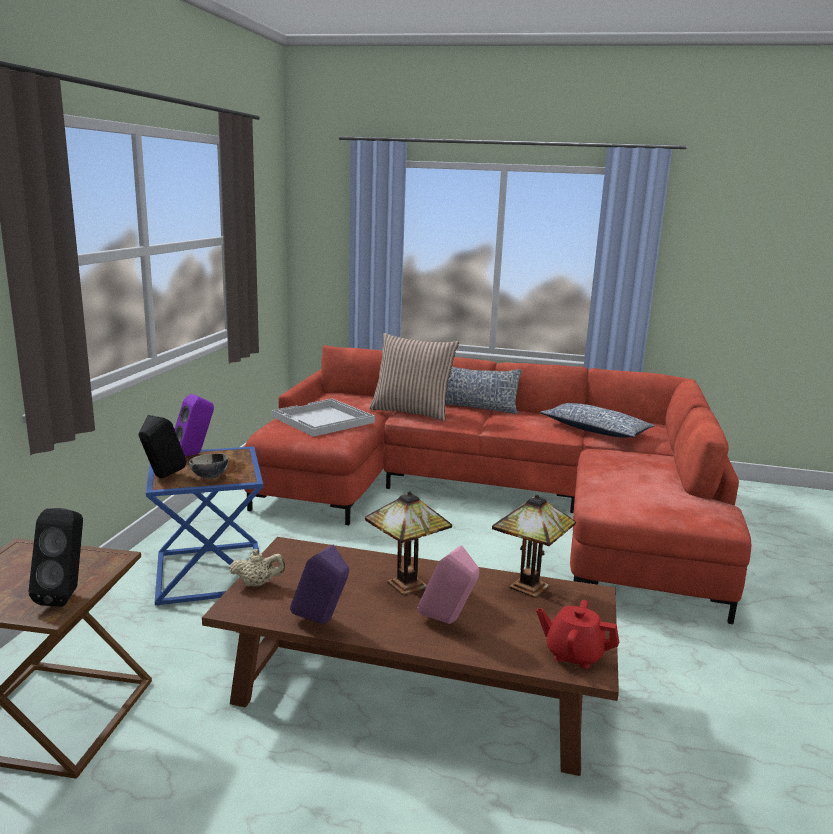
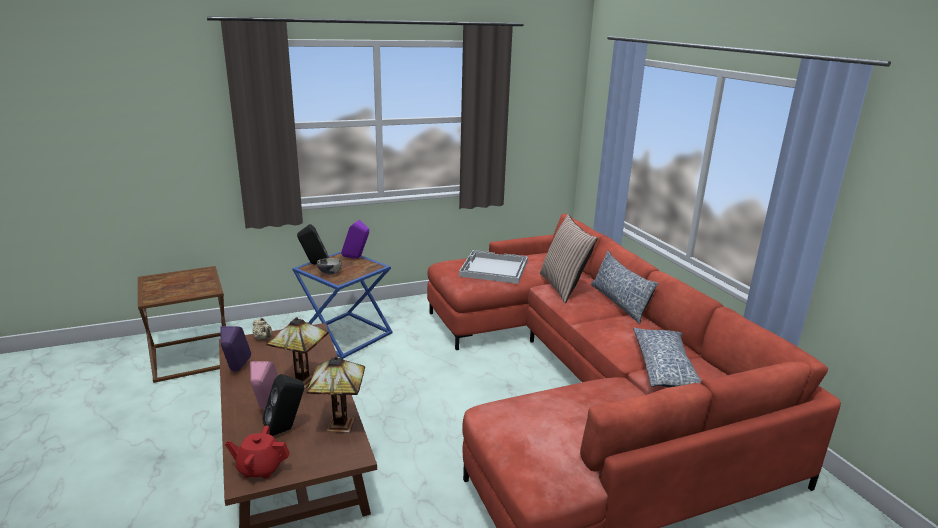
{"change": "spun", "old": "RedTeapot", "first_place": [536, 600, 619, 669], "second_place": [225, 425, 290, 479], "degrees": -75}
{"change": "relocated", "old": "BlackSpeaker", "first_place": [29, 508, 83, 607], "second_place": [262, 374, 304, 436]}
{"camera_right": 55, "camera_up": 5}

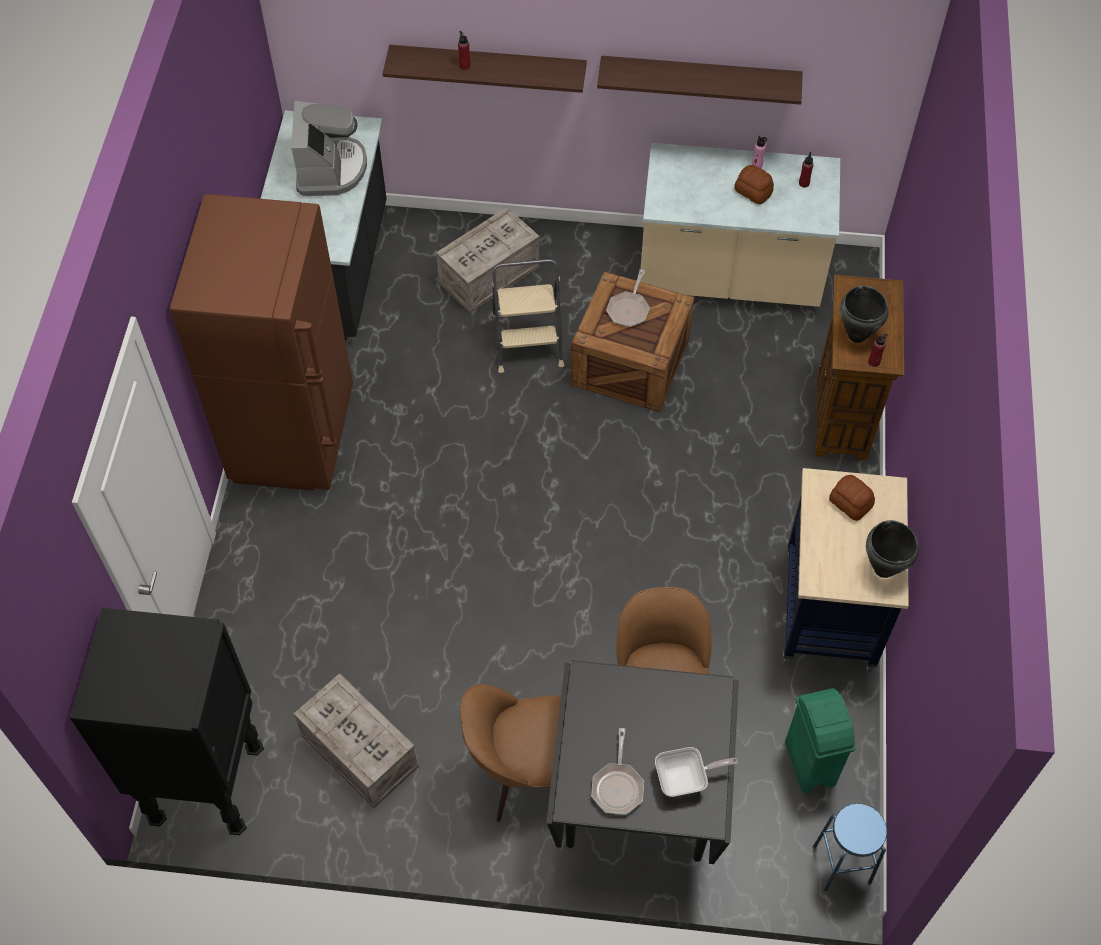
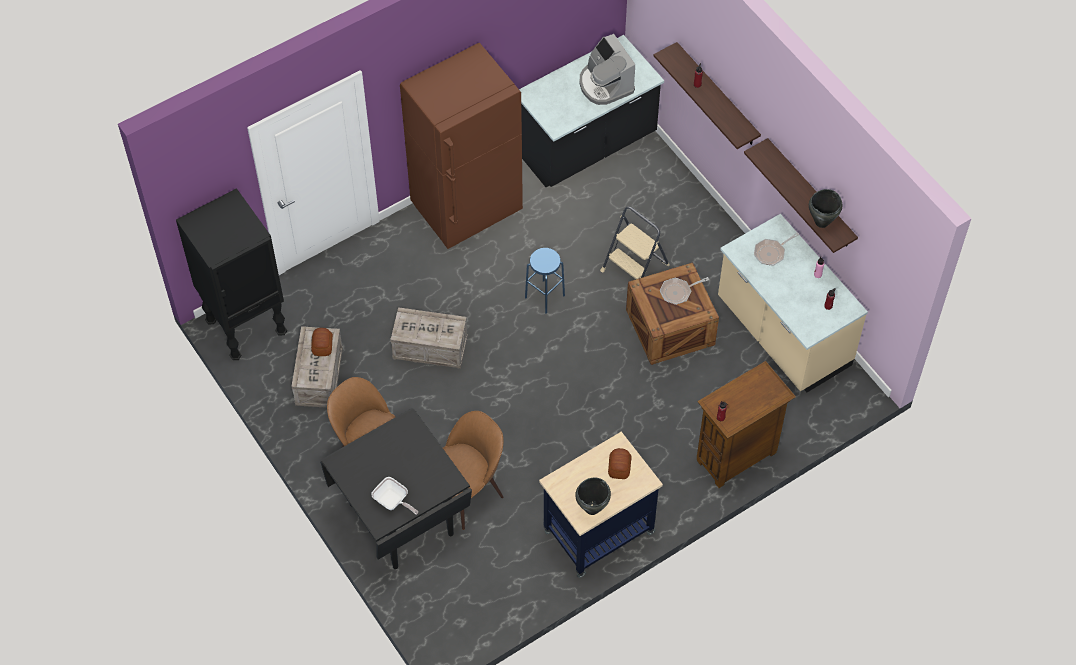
{"change": "relocated", "old": "Bread", "first_place": [734, 165, 774, 204], "second_place": [311, 328, 333, 356]}
{"change": "relocated", "old": "Crate", "first_place": [436, 207, 540, 314], "second_place": [390, 307, 468, 369]}
{"change": "relocated", "old": "BlueStool", "first_place": [813, 804, 887, 892], "second_place": [525, 248, 565, 314]}
{"change": "spun", "old": "CoffeeMachine", "first_place": [291, 101, 367, 196], "second_place": [580, 34, 635, 105], "degrees": 105}
{"change": "relocated", "old": "FryingPan", "first_place": [591, 728, 644, 815], "second_place": [754, 232, 800, 266]}
{"change": "relocated", "old": "BlackCookingPot", "first_place": [840, 286, 889, 343], "second_place": [809, 189, 842, 228]}
{"change": "missing", "old": "GreenTrashCan", "first_place": [785, 688, 856, 794]}
{"camera_right": 50, "camera_up": 0}

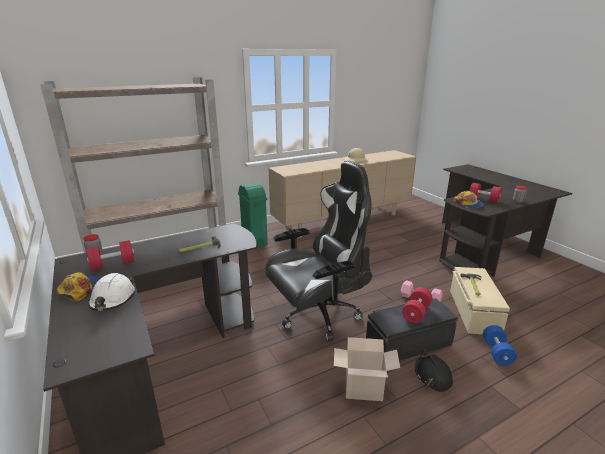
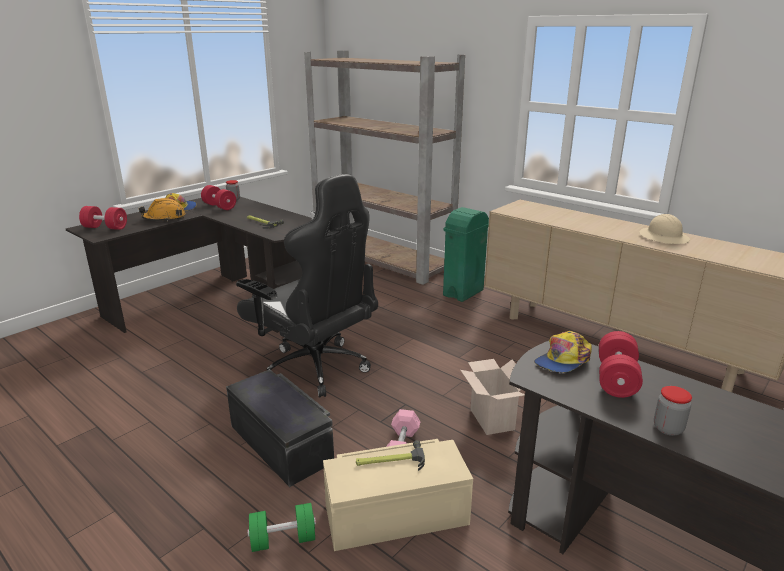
{"change": "relocated", "old": "RedDumbbell", "first_place": [402, 287, 432, 323], "second_place": [79, 206, 127, 230]}
{"change": "colour", "old": "WhiteHardHat", "new": "OrangeHardHat", "first_place": [88, 273, 135, 311], "second_place": [139, 198, 186, 222]}
{"change": "colour", "old": "BlueDumbbell", "new": "GreenDumbbell", "first_place": [483, 325, 517, 365], "second_place": [247, 503, 316, 552]}
{"change": "relocated", "old": "CardboardBox", "first_place": [334, 337, 400, 401], "second_place": [460, 359, 525, 435]}
{"change": "missing", "old": "BlackHardHat", "first_place": [415, 349, 453, 392]}
{"camera_right": 70, "camera_up": 0}

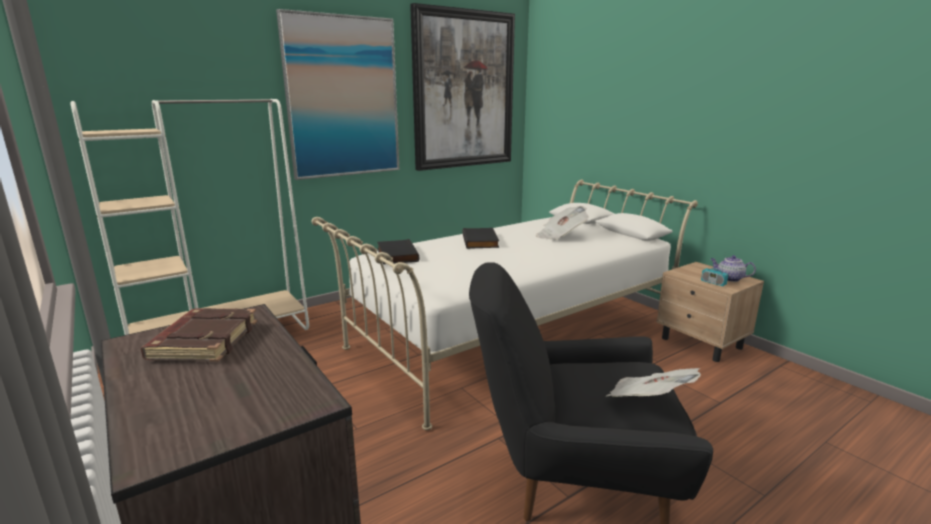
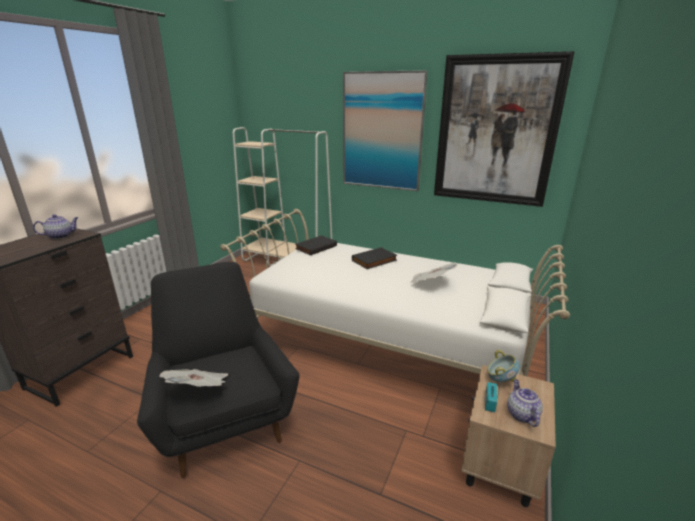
{"change": "exchanged", "old": "BrownBook", "new": "Teapot", "first_place": [141, 308, 257, 362], "second_place": [33, 214, 79, 239]}
{"change": "appeared", "new": "Bowl", "second_place": [487, 350, 520, 382]}
{"camera_right": 60, "camera_up": 5}

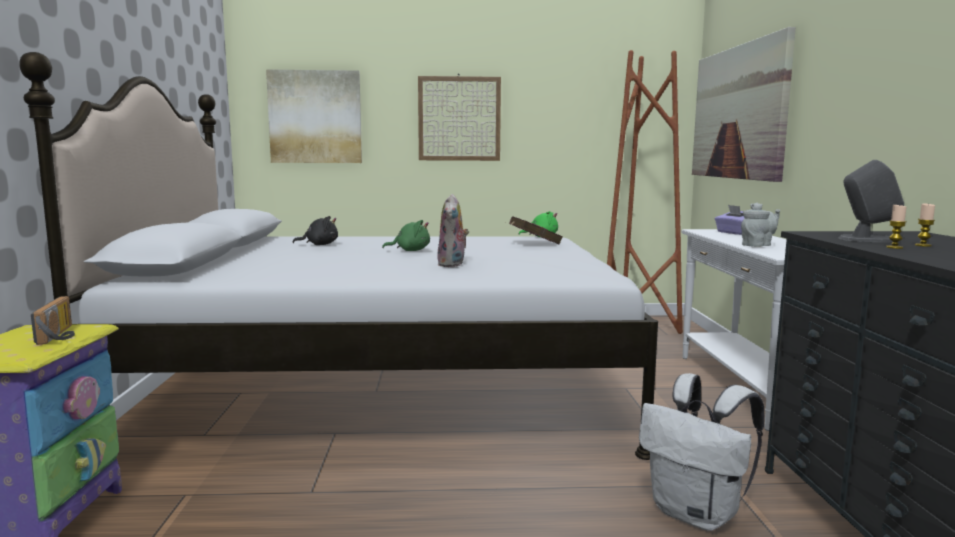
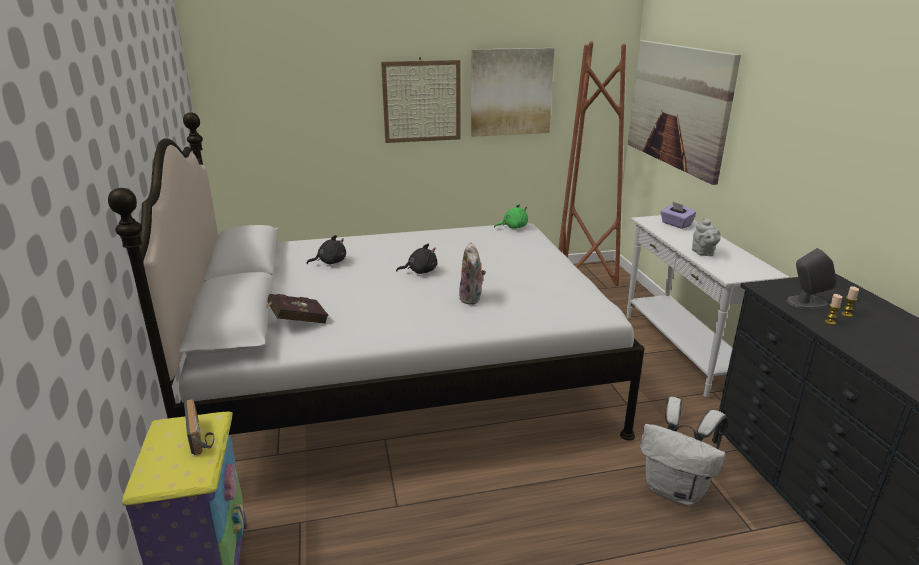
{"change": "relocated", "old": "RedBook", "first_place": [508, 216, 563, 245], "second_place": [266, 294, 328, 324]}
{"change": "colour", "old": "GreenPlushToy", "new": "BlackPlushToy", "first_place": [382, 220, 430, 251], "second_place": [396, 243, 437, 274]}
{"change": "relocated", "old": "Picture", "first_place": [266, 69, 362, 163], "second_place": [471, 48, 555, 137]}
{"change": "spun", "old": "GreyTeapot", "first_place": [741, 203, 780, 247], "second_place": [692, 218, 720, 256], "degrees": 120}
{"camera_right": -10, "camera_up": 15}

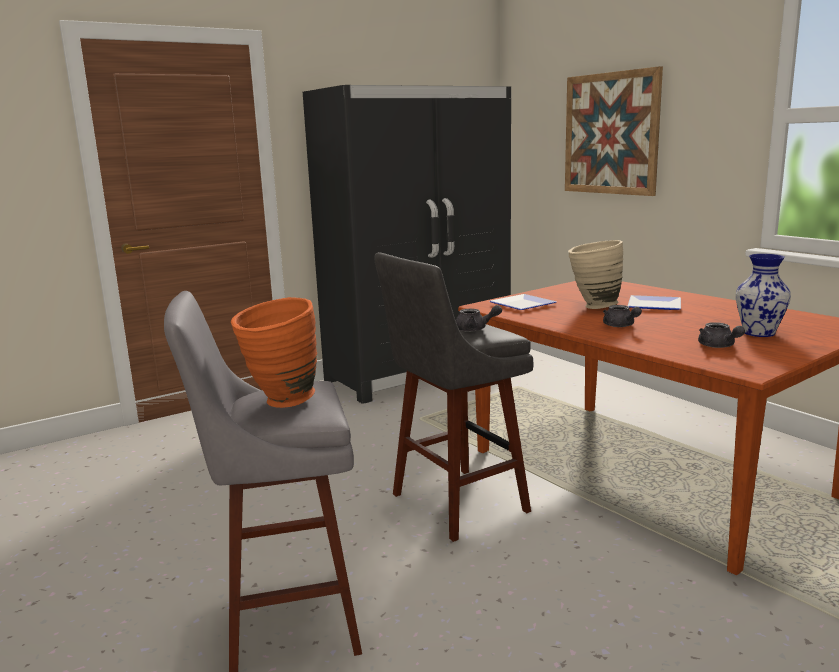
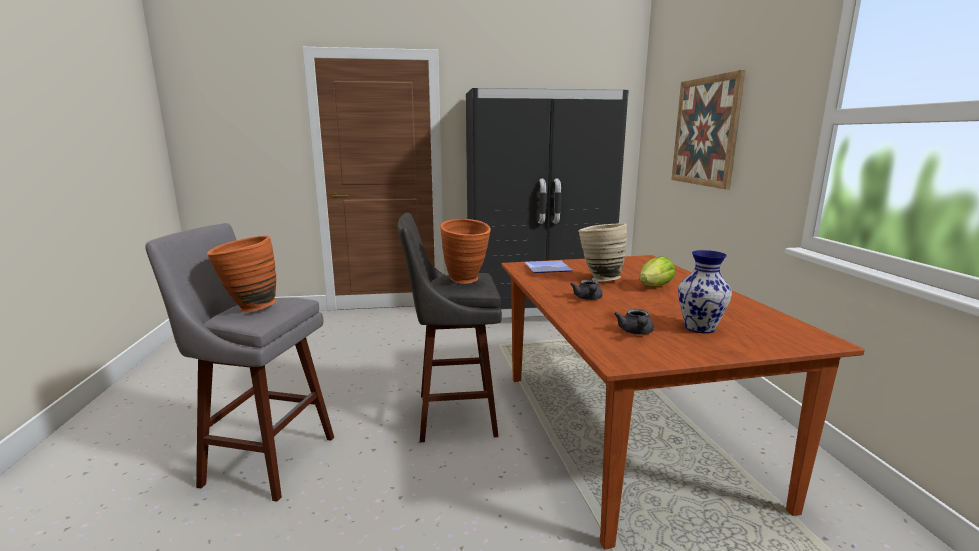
{"change": "exchanged", "old": "GreyTeapot", "new": "OrangeVase", "first_place": [456, 305, 502, 332], "second_place": [440, 219, 491, 284]}
{"change": "exchanged", "old": "Plate", "new": "Lettuce", "first_place": [628, 295, 681, 310], "second_place": [640, 256, 676, 286]}
{"camera_right": 25, "camera_up": 0}

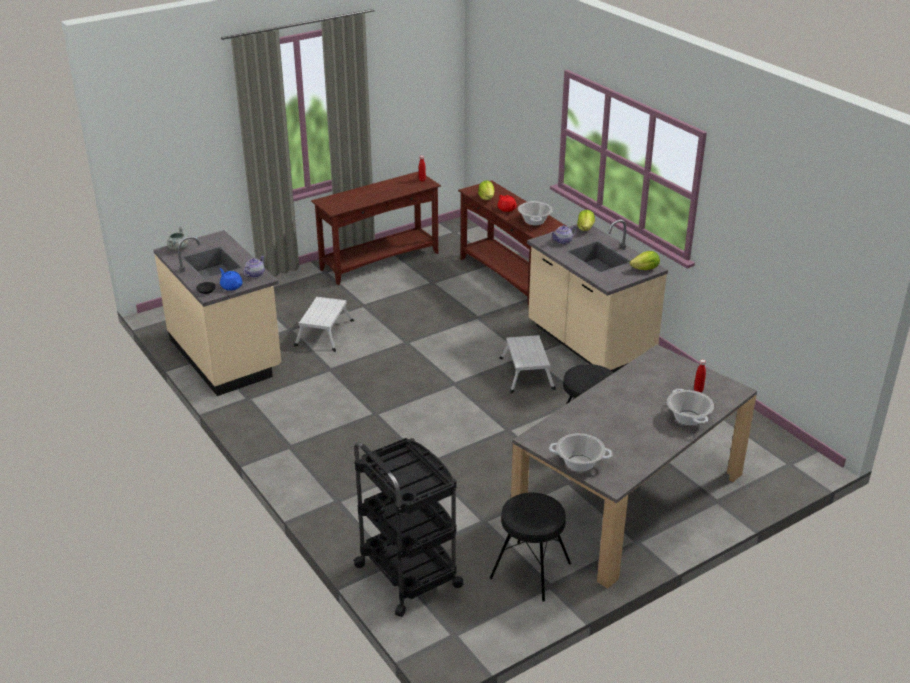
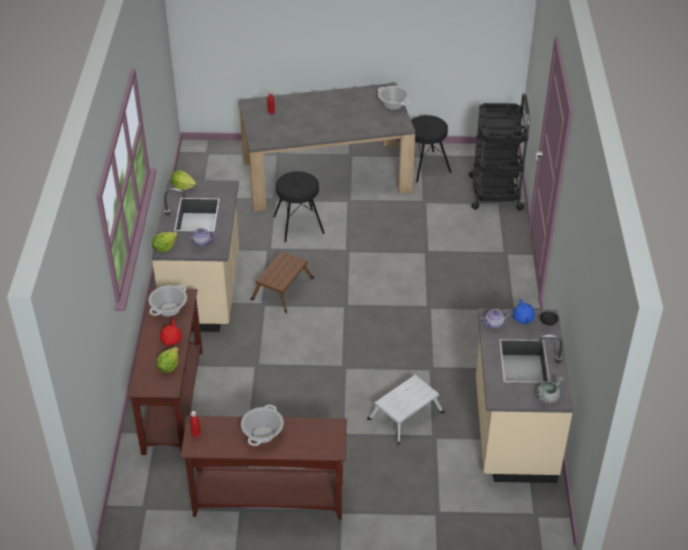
{"change": "relocated", "old": "CookingPot", "first_place": [667, 389, 714, 425], "second_place": [241, 405, 284, 446]}
{"change": "colour", "old": "WhiteStepLadder", "new": "BrownStepLadder", "first_place": [499, 335, 556, 394], "second_place": [250, 251, 314, 313]}
{"camera_right": -145, "camera_up": 10}

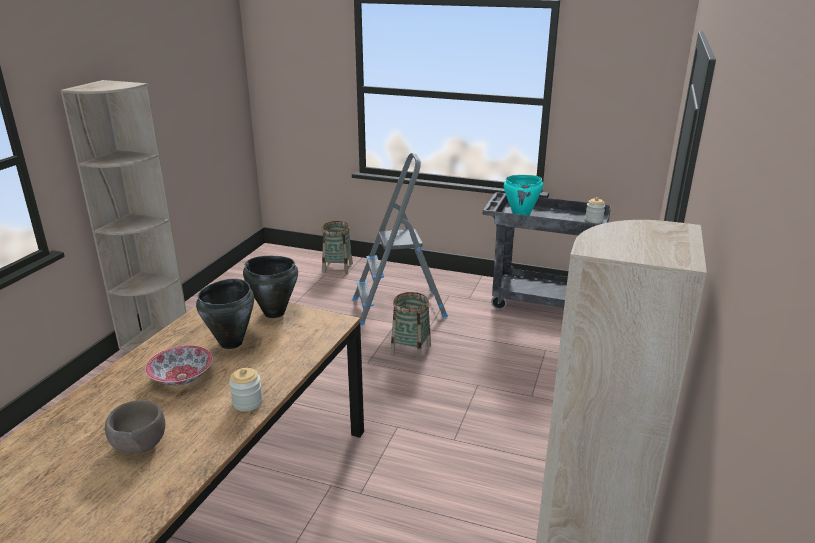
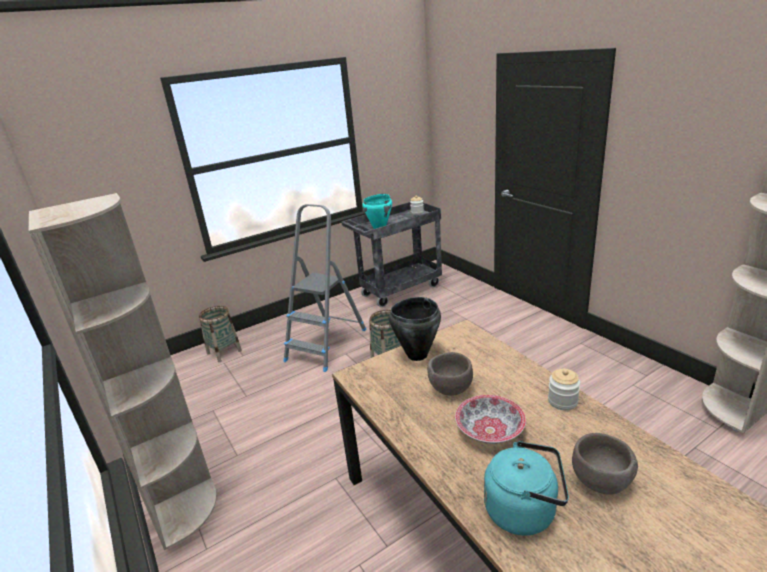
{"change": "exchanged", "old": "BlackCookingPot", "new": "BrownBowl", "first_place": [196, 279, 254, 349], "second_place": [427, 352, 473, 396]}
{"change": "appeared", "new": "TurquoiseKettle", "second_place": [484, 441, 569, 536]}
{"camera_right": -50, "camera_up": 0}

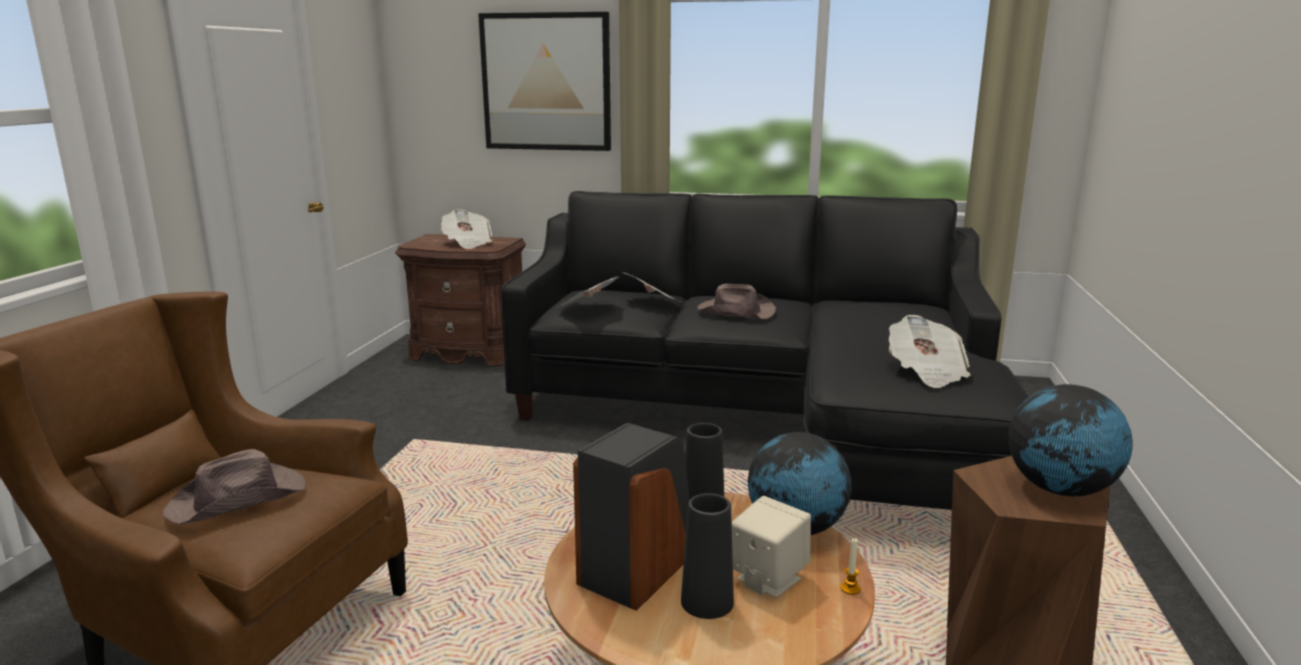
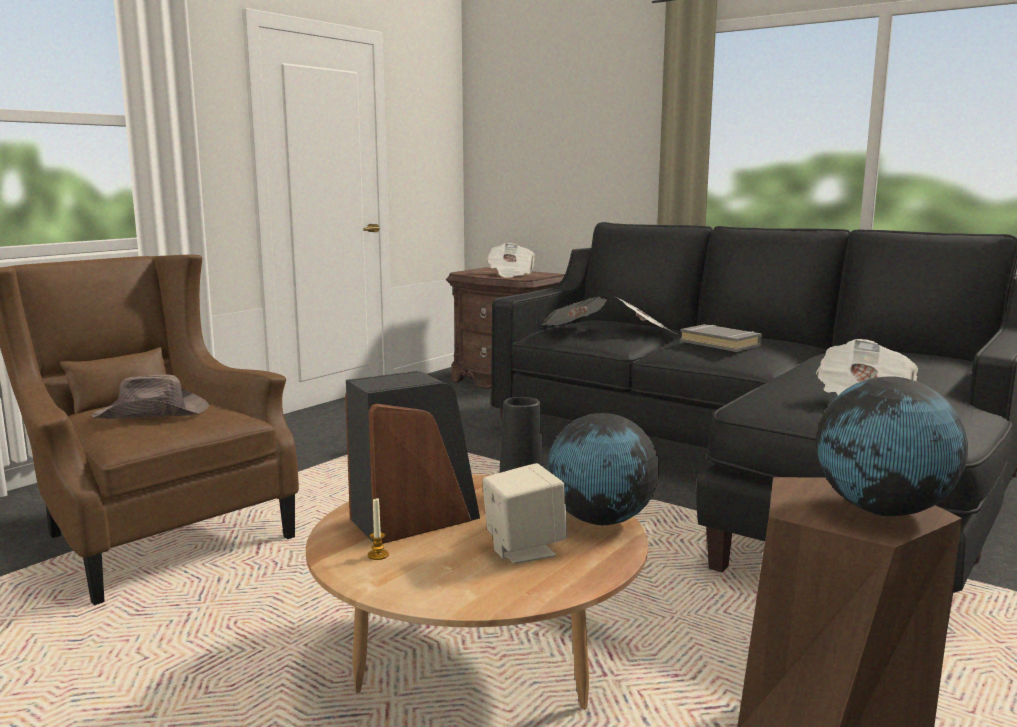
{"change": "relocated", "old": "Candle", "first_place": [841, 538, 861, 595], "second_place": [368, 498, 389, 560]}
{"change": "exchanged", "old": "BrownHat", "new": "GreyBook", "first_place": [697, 284, 776, 319], "second_place": [680, 324, 762, 352]}
{"change": "missing", "old": "Picture", "first_place": [478, 12, 611, 151]}
{"change": "missing", "old": "BlackVase", "first_place": [681, 493, 734, 619]}
{"camera_right": 25, "camera_up": -5}

